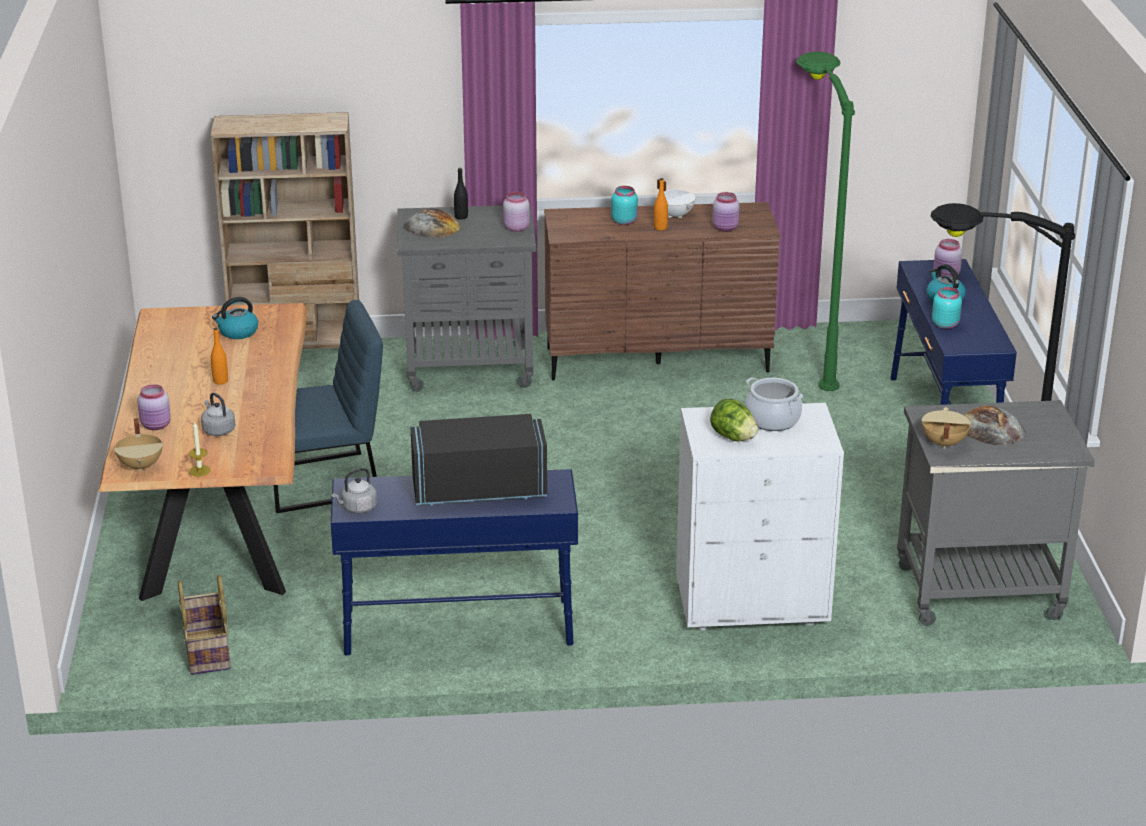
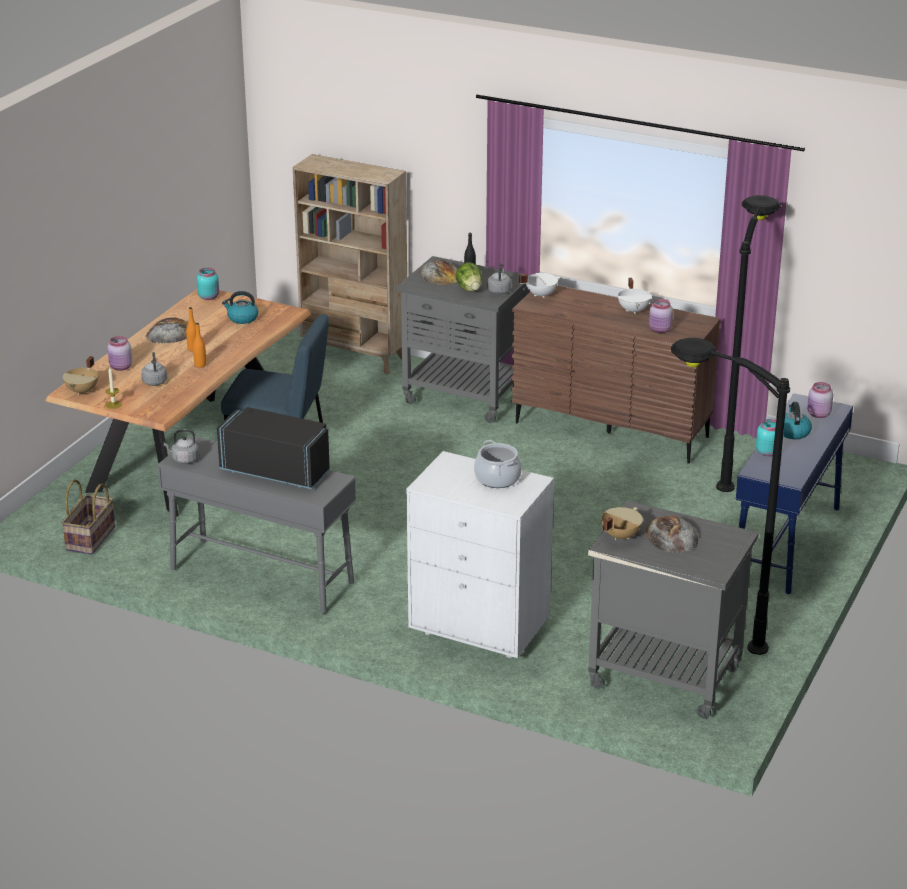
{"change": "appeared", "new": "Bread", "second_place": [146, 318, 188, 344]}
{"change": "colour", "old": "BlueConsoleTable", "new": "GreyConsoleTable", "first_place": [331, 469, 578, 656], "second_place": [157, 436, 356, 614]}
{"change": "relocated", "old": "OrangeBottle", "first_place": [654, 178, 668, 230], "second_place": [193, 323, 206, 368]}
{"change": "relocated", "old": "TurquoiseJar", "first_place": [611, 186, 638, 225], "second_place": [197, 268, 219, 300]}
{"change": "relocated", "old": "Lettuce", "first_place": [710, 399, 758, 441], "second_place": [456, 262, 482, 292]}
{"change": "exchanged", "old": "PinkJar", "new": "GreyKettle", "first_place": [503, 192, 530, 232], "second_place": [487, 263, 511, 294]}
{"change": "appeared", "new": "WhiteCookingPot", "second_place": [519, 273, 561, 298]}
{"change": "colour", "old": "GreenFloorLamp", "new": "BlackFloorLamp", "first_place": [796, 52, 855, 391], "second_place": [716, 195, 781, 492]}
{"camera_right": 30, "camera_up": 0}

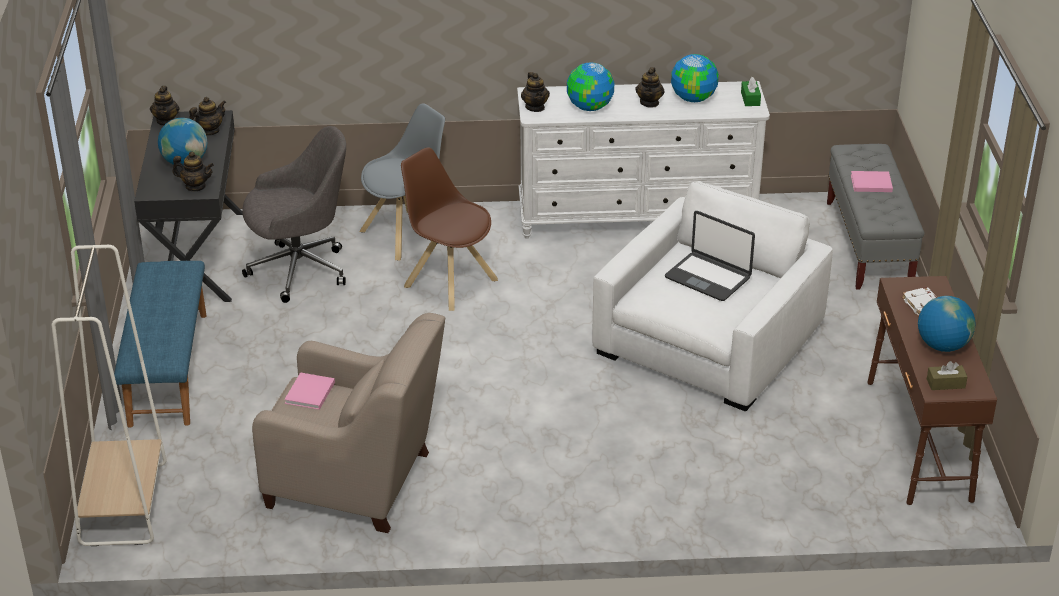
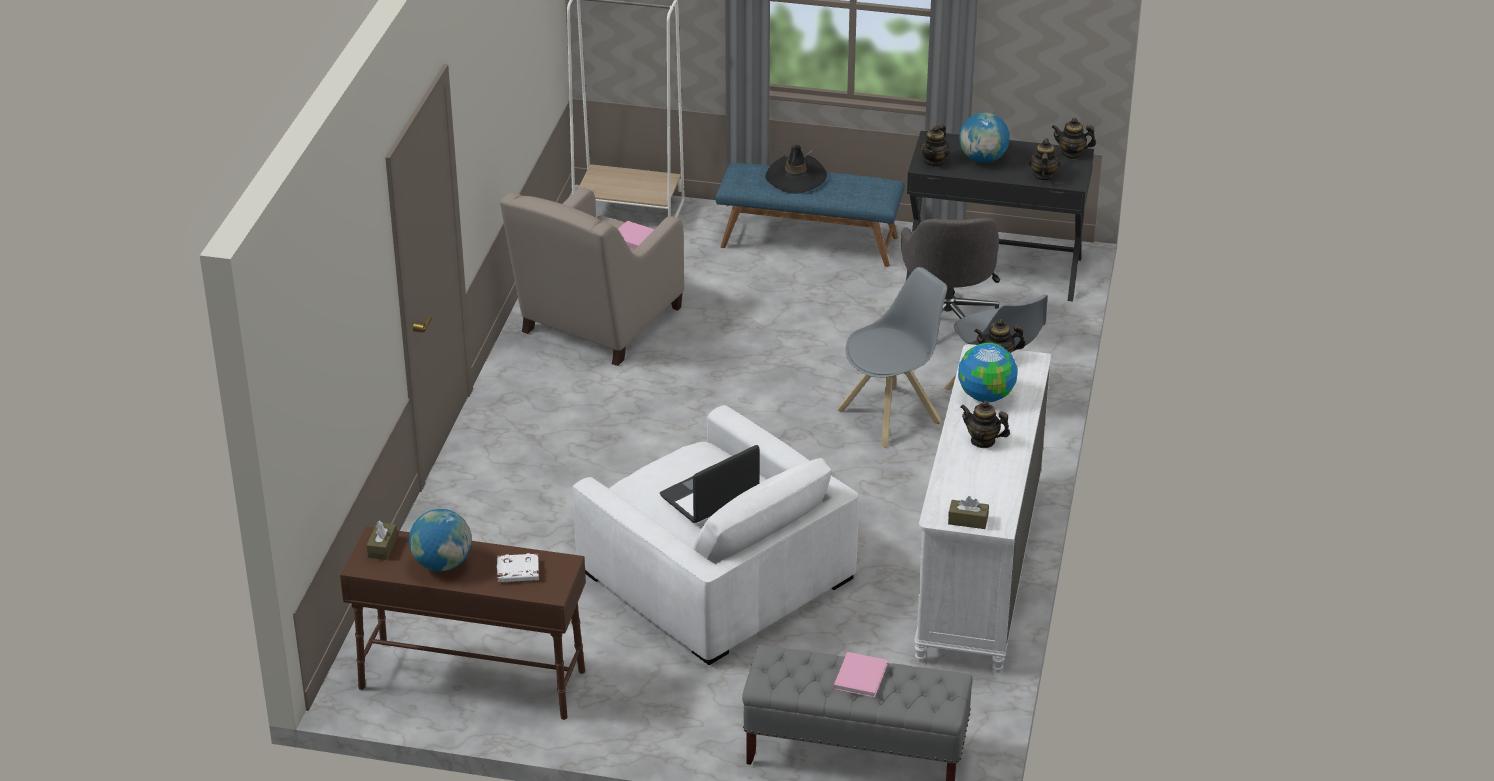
{"change": "appeared", "new": "BlackHat", "second_place": [766, 145, 827, 194]}
{"change": "colour", "old": "BrownChair", "new": "GreyChair", "first_place": [401, 147, 498, 311], "second_place": [837, 267, 947, 447]}
{"change": "colour", "old": "GreenTissueBox", "new": "BrownTissueBox", "first_place": [741, 77, 761, 106], "second_place": [948, 496, 989, 529]}
{"change": "spun", "old": "Teapot", "first_place": [189, 97, 226, 135], "second_place": [1029, 139, 1061, 181], "degrees": -150}
{"change": "missing", "old": "Globe", "first_place": [671, 54, 719, 102]}
{"camera_right": 105, "camera_up": 0}

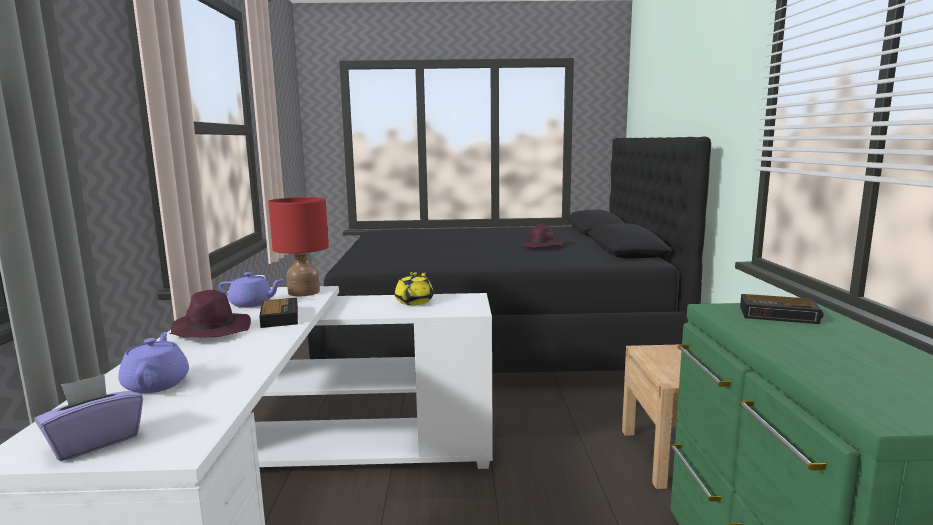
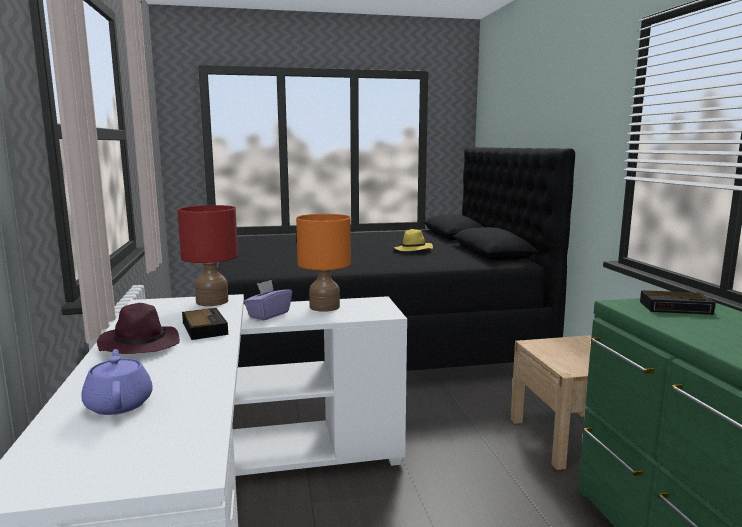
{"change": "relocated", "old": "PurpleTissueBox", "first_place": [35, 374, 143, 462], "second_place": [244, 280, 292, 320]}
{"change": "exchanged", "old": "YellowTeapot", "new": "OrangeTableLamp", "first_place": [395, 272, 433, 305], "second_place": [296, 214, 351, 312]}
{"change": "colour", "old": "PurpleHat", "new": "YellowHat", "first_place": [520, 224, 563, 247], "second_place": [394, 229, 433, 251]}
{"change": "missing", "old": "PurpleTeapot", "first_place": [219, 272, 283, 308]}
{"camera_right": -10, "camera_up": 0}

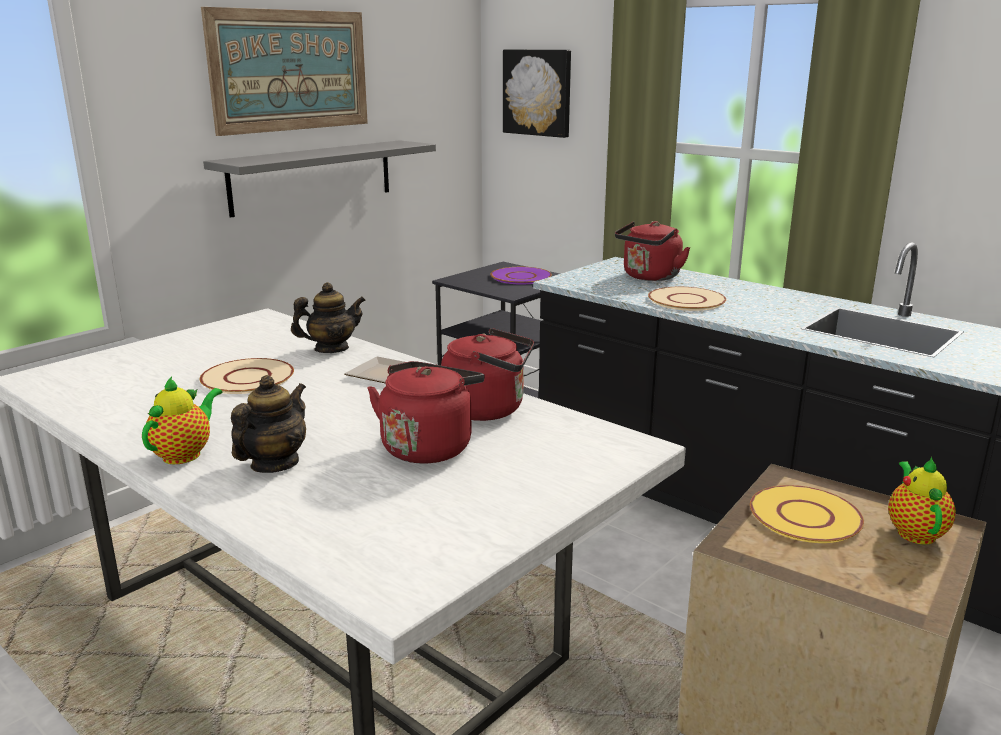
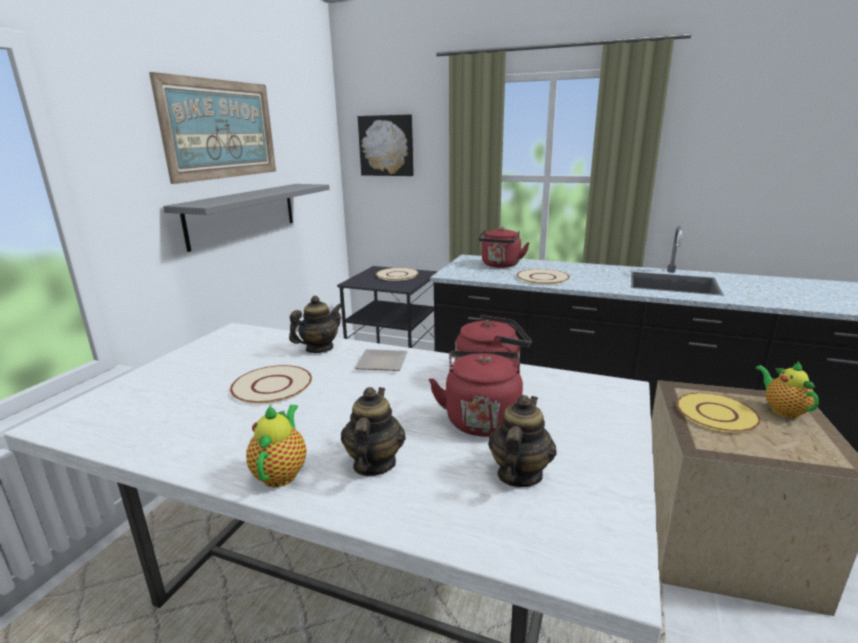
{"change": "colour", "old": "PurplePlate", "new": "BeigePlate", "first_place": [490, 267, 552, 284], "second_place": [376, 268, 419, 281]}
{"change": "appeared", "new": "Teapot", "second_place": [488, 395, 557, 487]}
{"camera_right": -20, "camera_up": 0}

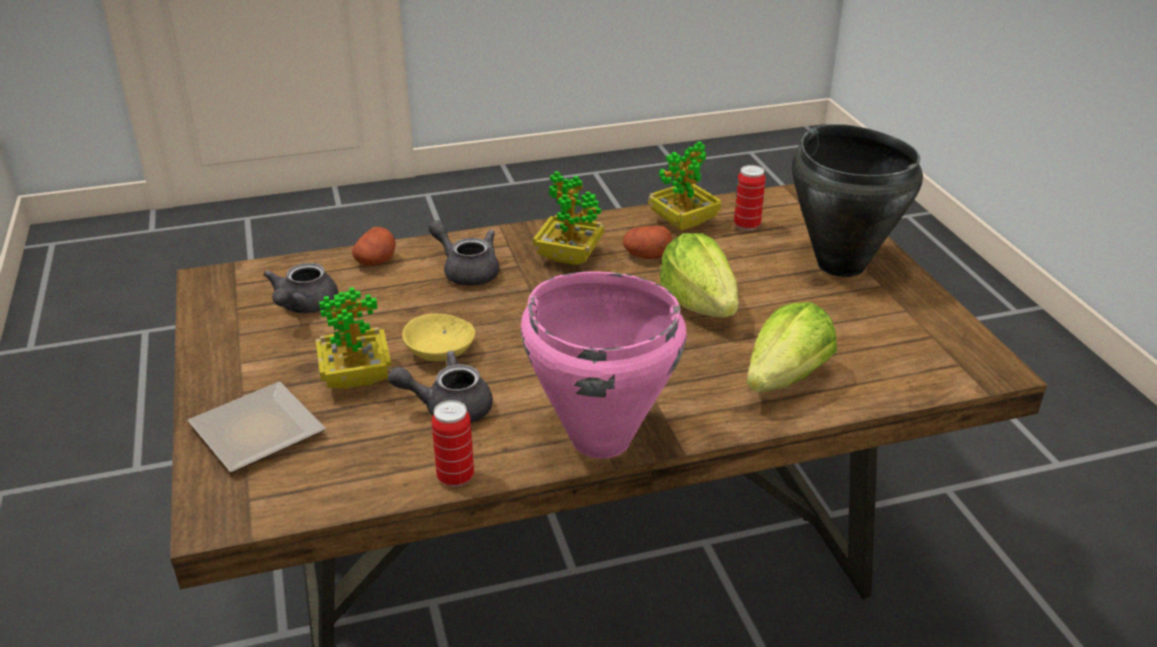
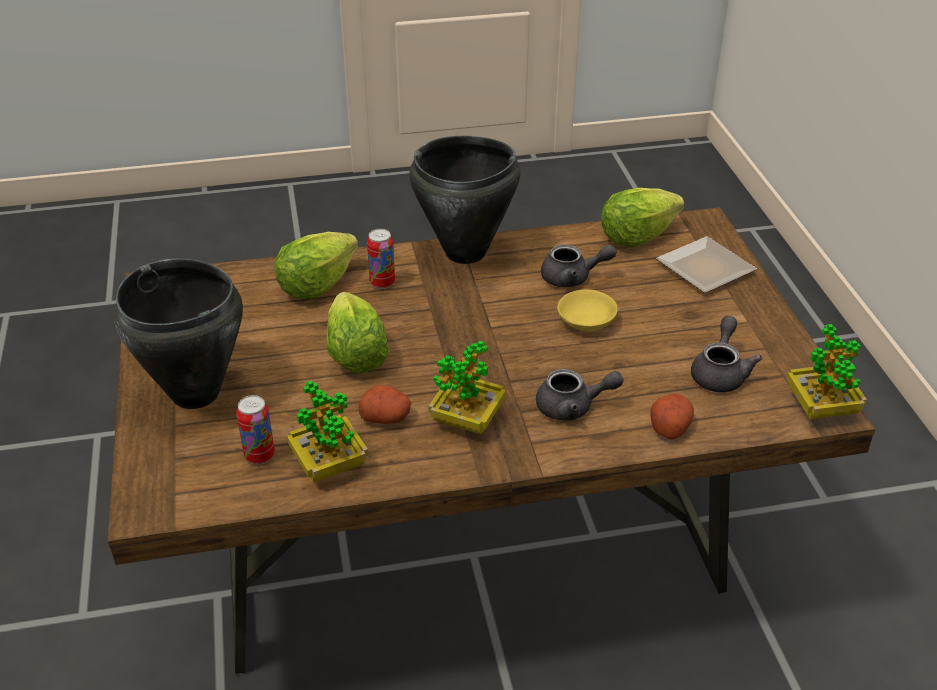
{"change": "relocated", "old": "Can", "first_place": [431, 400, 474, 487], "second_place": [367, 229, 395, 289]}
{"change": "colour", "old": "PinkCookingPot", "new": "BlackCookingPot", "first_place": [521, 271, 687, 458], "second_place": [409, 136, 521, 264]}
{"change": "spun", "old": "GreyTeapot", "first_place": [429, 220, 499, 286], "second_place": [536, 369, 624, 421], "degrees": -45}
{"change": "appeared", "new": "Lettuce", "second_place": [601, 188, 684, 247]}
{"change": "relocated", "old": "PottedPlant", "first_place": [315, 287, 392, 389], "second_place": [787, 324, 867, 419]}
{"camera_right": -175, "camera_up": 5}

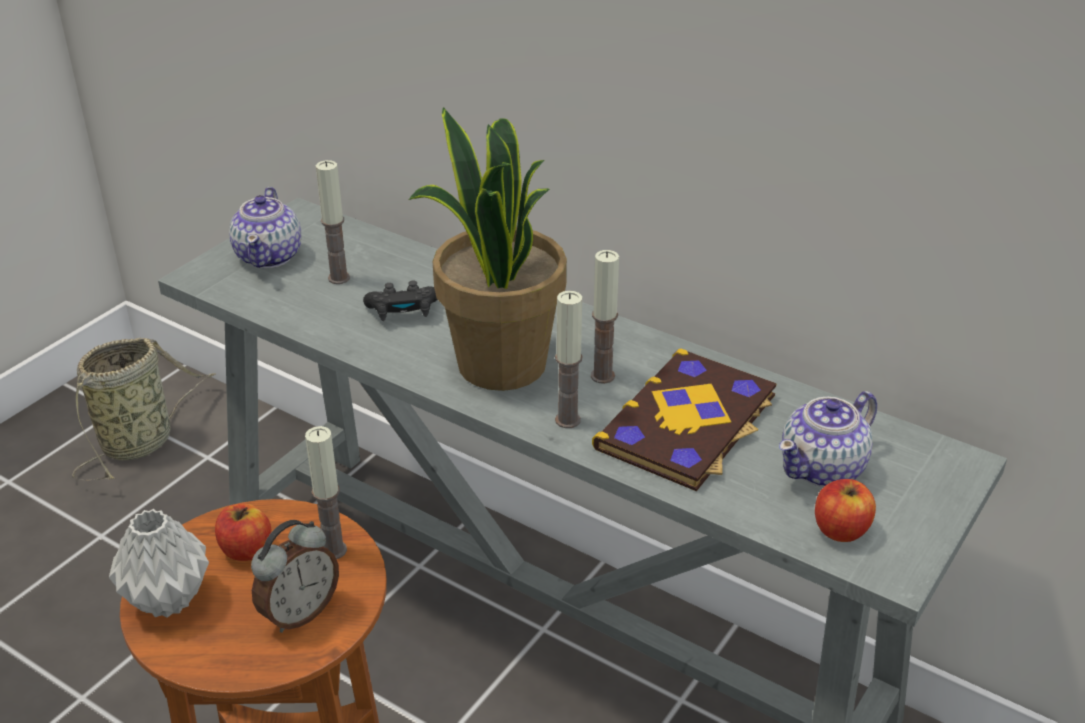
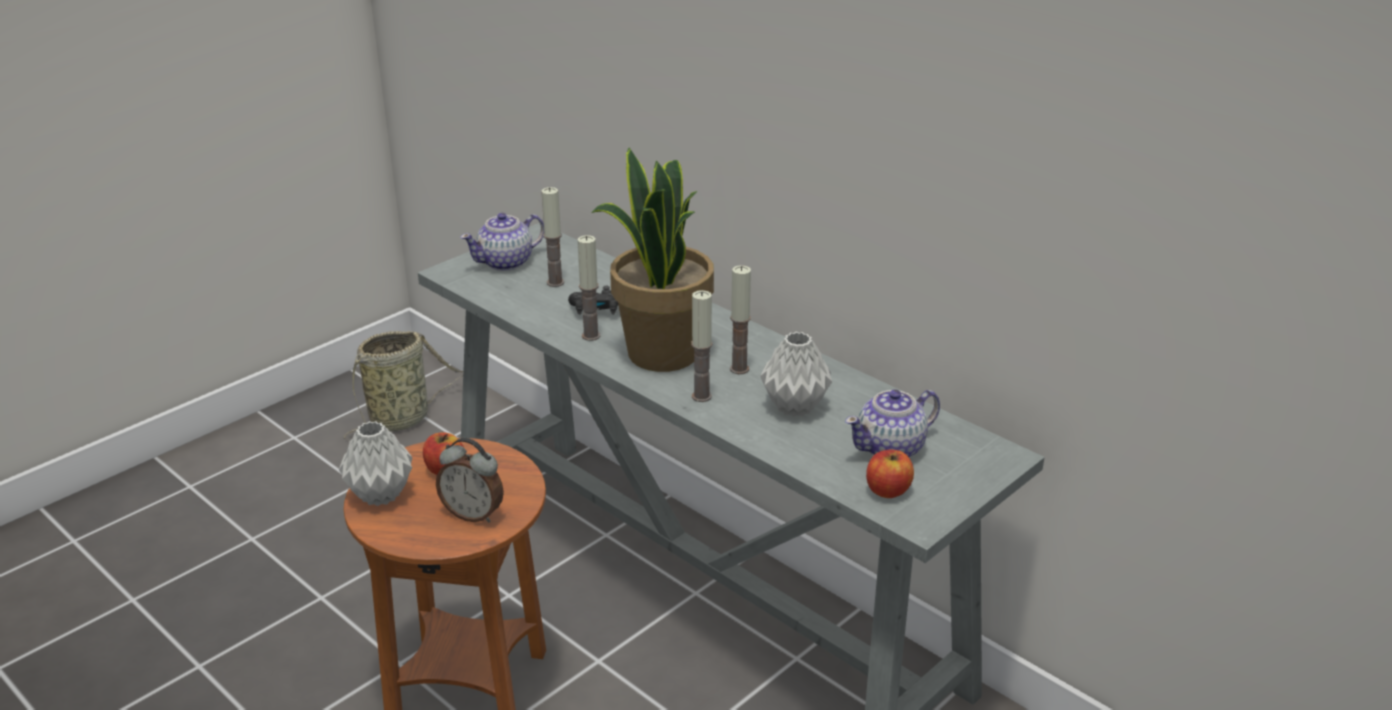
{"change": "spun", "old": "AlarmClock", "first_place": [251, 520, 339, 633], "second_place": [436, 438, 504, 523], "degrees": 60}
{"change": "spun", "old": "Teapot", "first_place": [229, 187, 301, 268], "second_place": [460, 213, 544, 271], "degrees": 45}
{"change": "relocated", "old": "Candle", "first_place": [305, 426, 347, 559], "second_place": [578, 235, 600, 341]}
{"change": "exchanged", "old": "Book", "new": "GreyVase", "first_place": [592, 349, 777, 491], "second_place": [760, 332, 832, 417]}
{"camera_right": 10, "camera_up": -5}

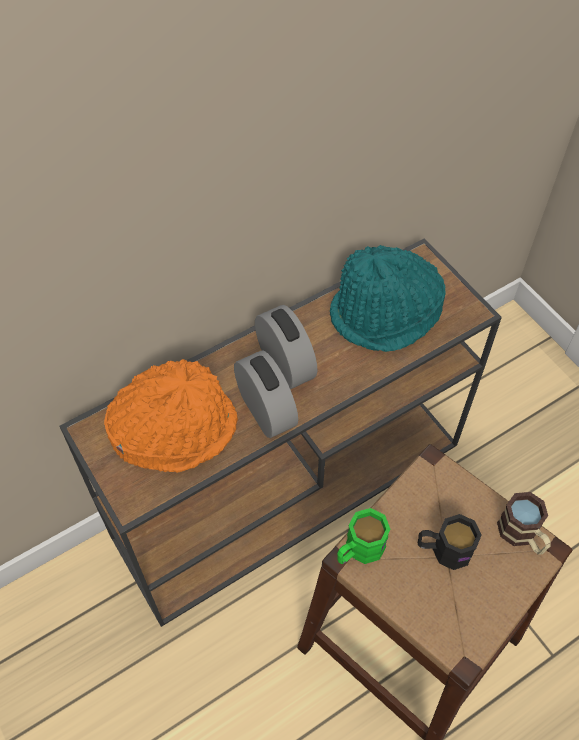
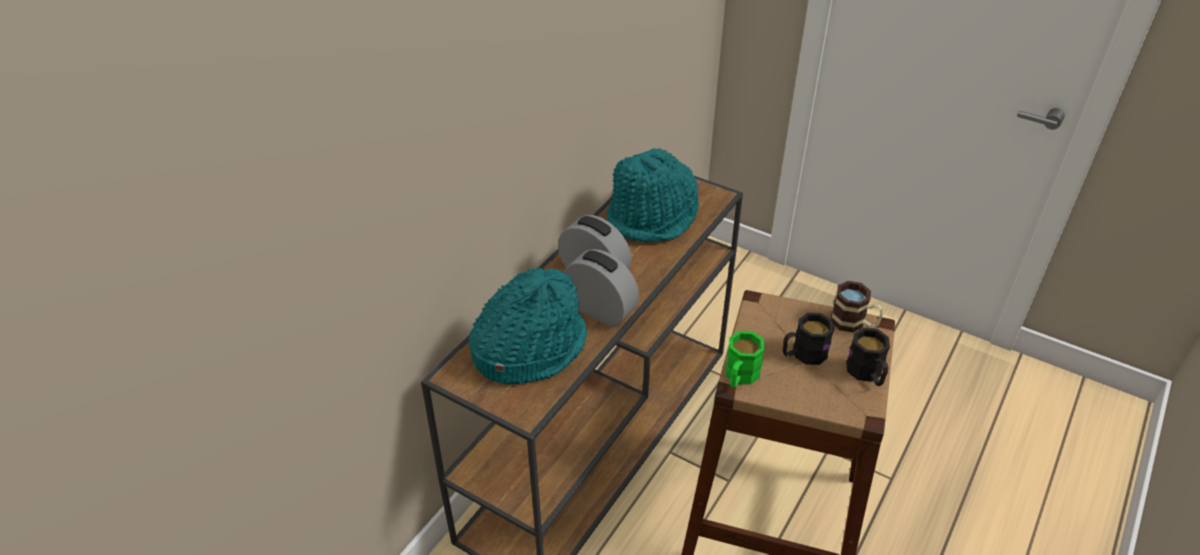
{"change": "colour", "old": "OrangeHat", "new": "TurquoiseHat", "first_place": [104, 359, 238, 473], "second_place": [469, 268, 587, 385]}
{"change": "appeared", "new": "BlackMug", "second_place": [846, 328, 890, 386]}
{"camera_right": -25, "camera_up": -15}

